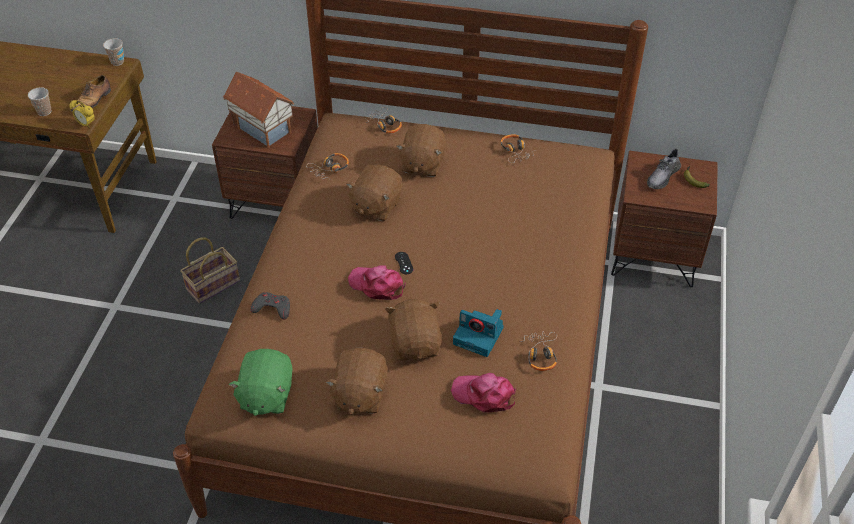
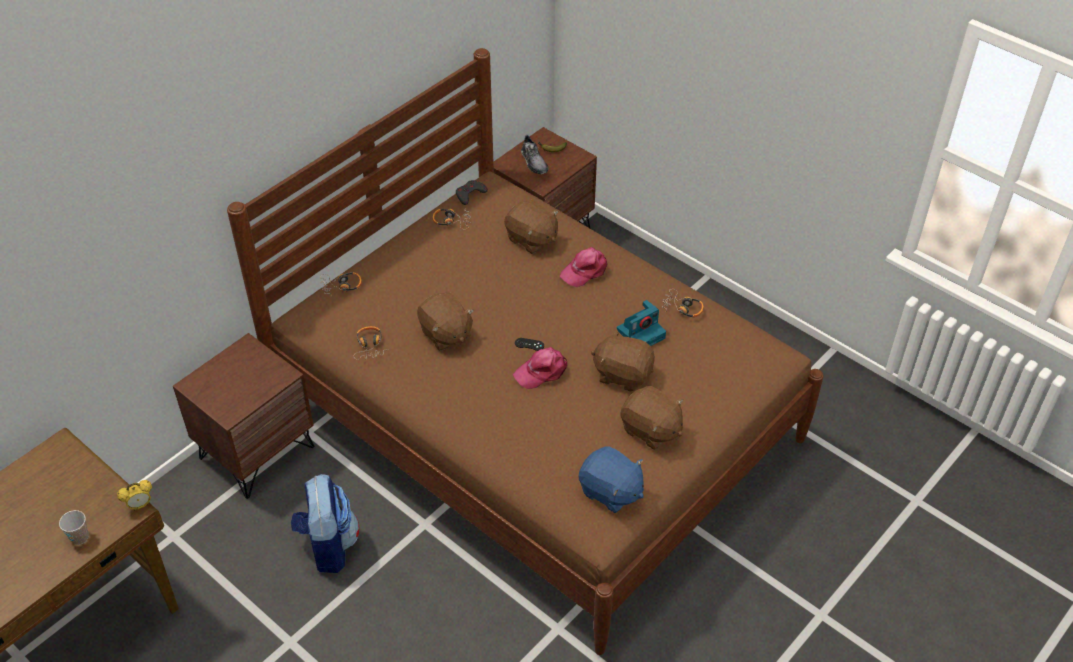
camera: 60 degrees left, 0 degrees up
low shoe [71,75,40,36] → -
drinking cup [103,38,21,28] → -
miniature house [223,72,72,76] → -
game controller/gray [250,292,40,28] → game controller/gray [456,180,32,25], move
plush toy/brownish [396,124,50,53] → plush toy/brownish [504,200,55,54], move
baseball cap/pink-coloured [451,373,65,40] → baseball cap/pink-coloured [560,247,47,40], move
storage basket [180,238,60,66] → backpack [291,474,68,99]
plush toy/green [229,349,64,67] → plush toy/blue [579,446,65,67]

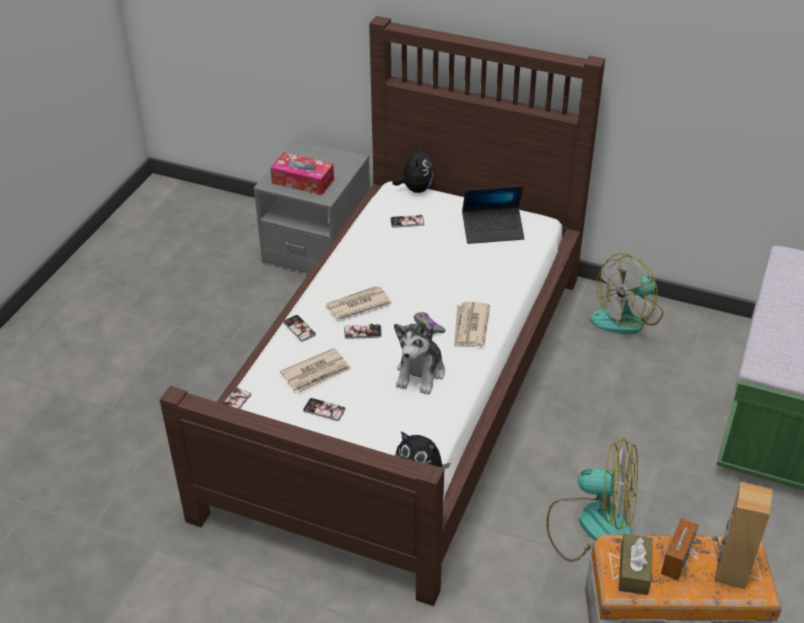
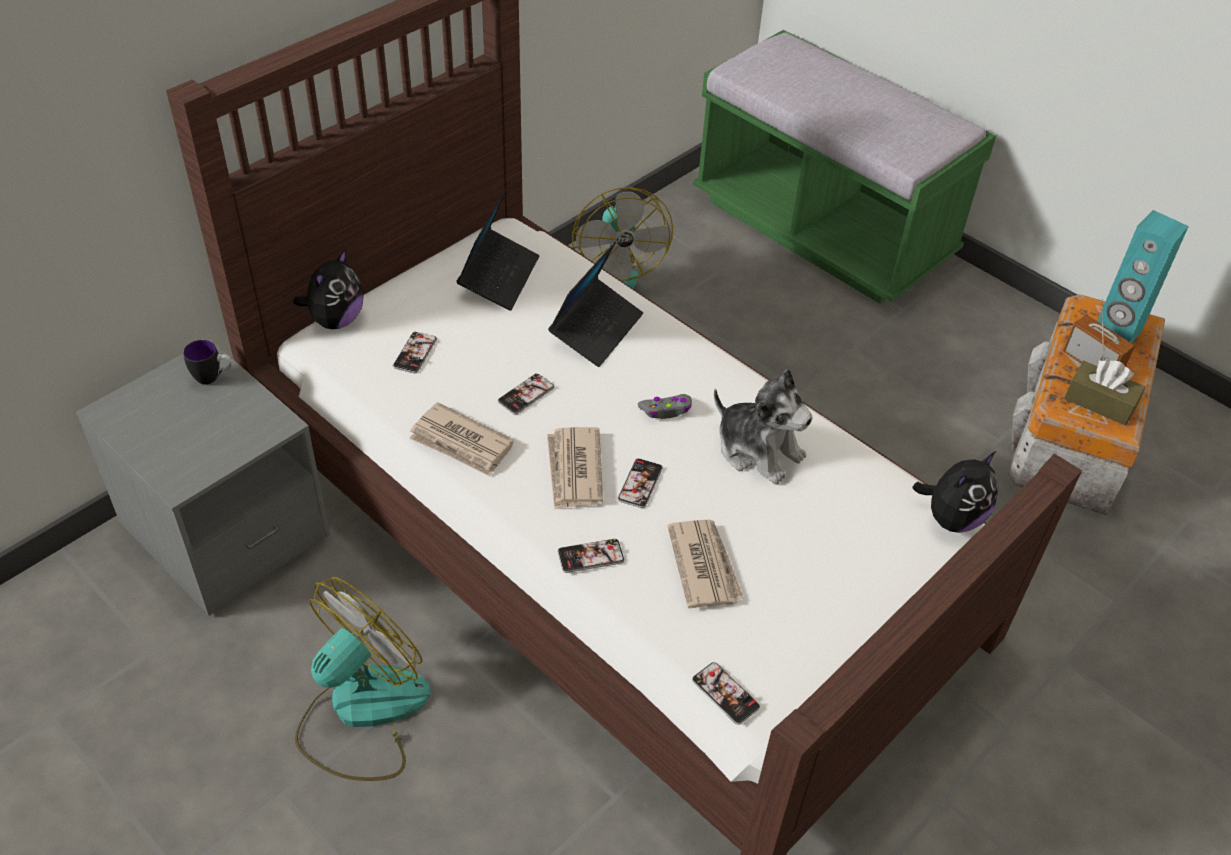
camera: 70 degrees left, 5 degrees up
tissue holder [270,152,64,43] → -
- → coffee mug [183,340,49,45]
- → notebook computer [548,241,95,126]
handset [303,398,43,23] → handset [498,373,57,42], move
printed paper [454,302,36,45] → printed paper [409,402,105,75], move
electric fan [546,438,92,124] → electric fan [295,577,136,204], move
speaker/brownish [715,482,58,107] → speaker/turquoise [1097,210,92,133]
plush toy [392,144,42,49] → plush toy [293,249,71,80], 90 degrees clockwise

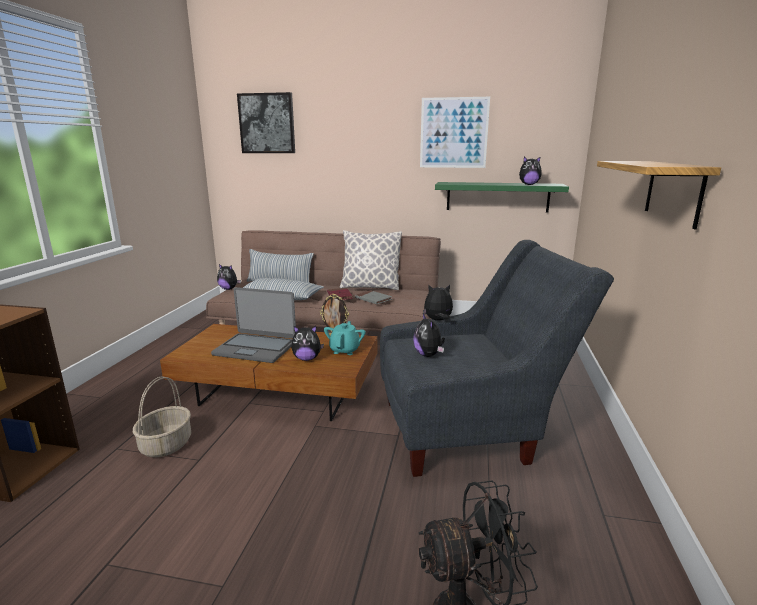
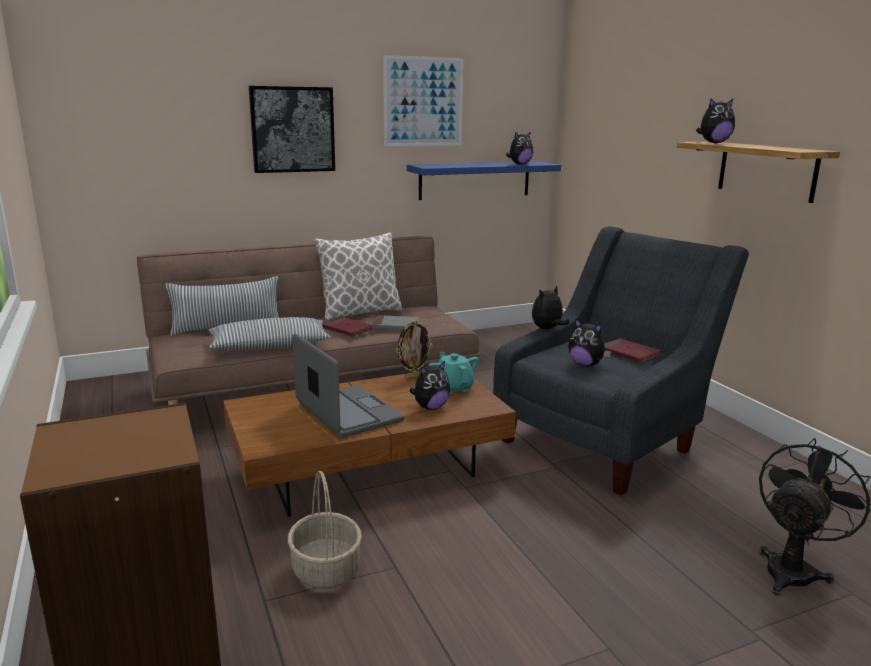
camera: 35 degrees left, 0 degrees up
- → bound book/red-coloured [604,338,57,25]
plush toy [217,264,24,26] → plush toy [696,98,39,45], move
wall picture [237,92,58,61] → wall picture [249,86,86,87], move
bracket shelf/green [435,182,134,31] → bracket shelf/blue [407,161,154,39]
notebook computer [211,287,85,76] → notebook computer [293,333,111,105], 105 degrees counterclockwise

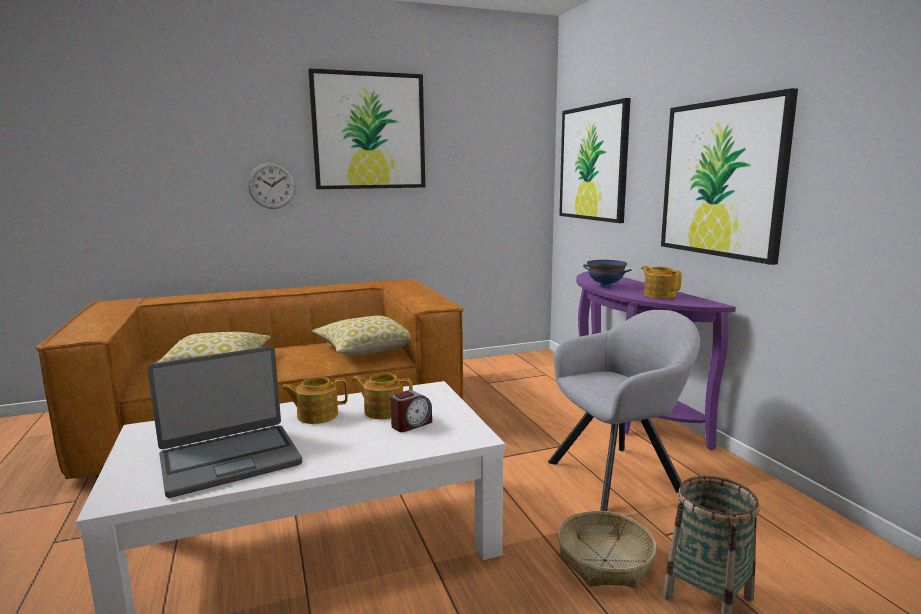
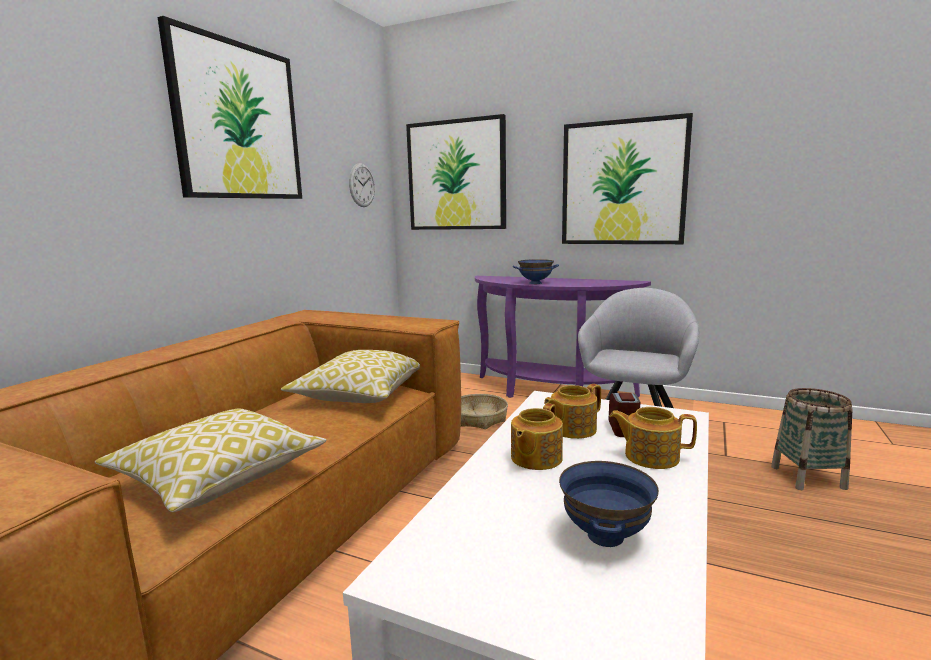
camera: 45 degrees left, 0 degrees up
clock on the wall [248,163,48,46] → clock on the wall [349,163,26,44], move
storage basket [558,511,98,77] → storage basket [461,394,47,35], move
pot for tea [641,266,41,33] → pot for tea [609,407,88,62], move
notebook computer [147,346,155,152] → bowl/blue [559,461,100,86]

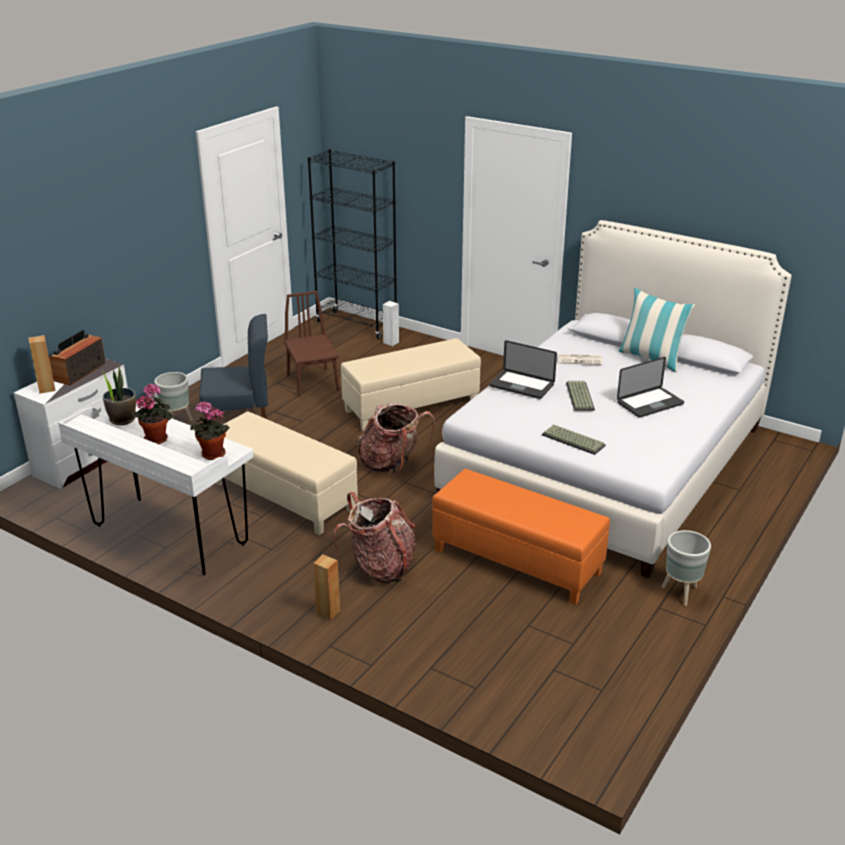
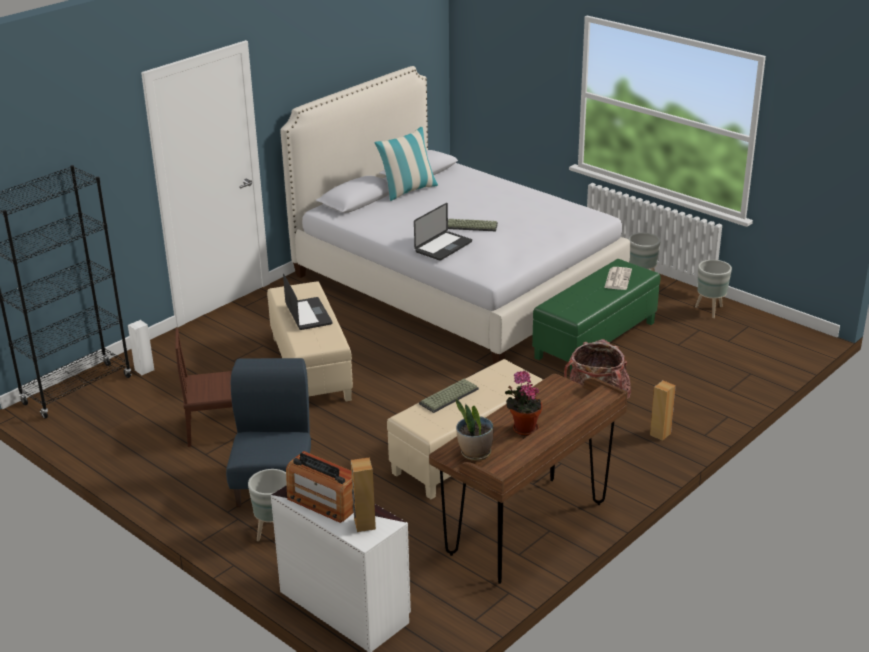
camera: 80 degrees left, 0 degrees up
plant in a pot [190,401,40,59] → -
backpack [357,402,78,75] → -
- → planter/gray [695,260,37,58]
PC keyboard [542,425,64,30] → PC keyboard [419,379,60,34], move
printed paper [558,354,44,11] → printed paper [604,267,28,23], move
notebook computer [617,357,67,61] → notebook computer [283,273,49,57], move
desk/whitish [58,405,195,170] → desk/brownish [429,374,199,210]
footrest/orange [432,469,178,136] → footrest/green [532,259,128,113]

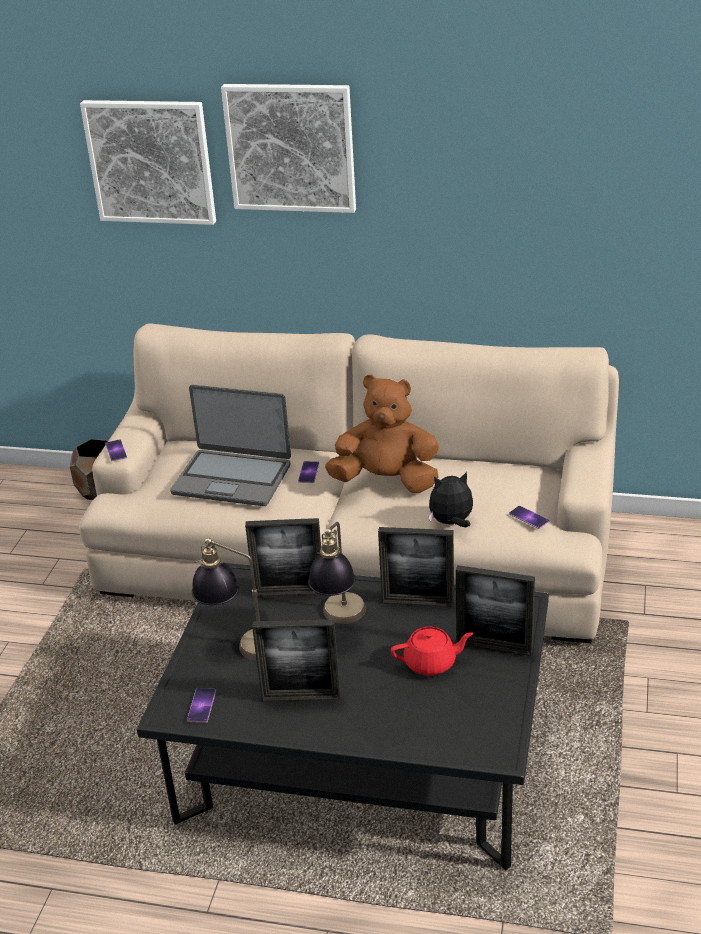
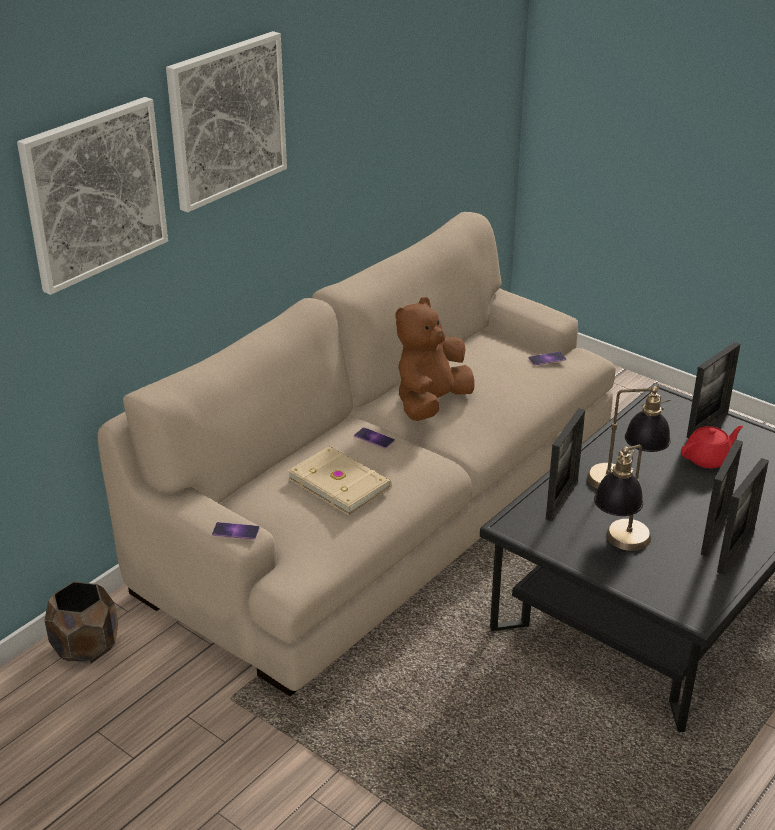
camera: 65 degrees left, 0 degrees up
handset [187,688,29,35] → -
plush toy [429,472,44,55] → -
standing frame [378,527,76,80] → standing frame [717,458,52,117], move
notebook computer [170,385,121,121] → bound book/beige [287,446,104,70]
pot for tea/red-coloured [391,627,83,49] → pot for tea/red-coloured [681,426,62,42], 45 degrees clockwise

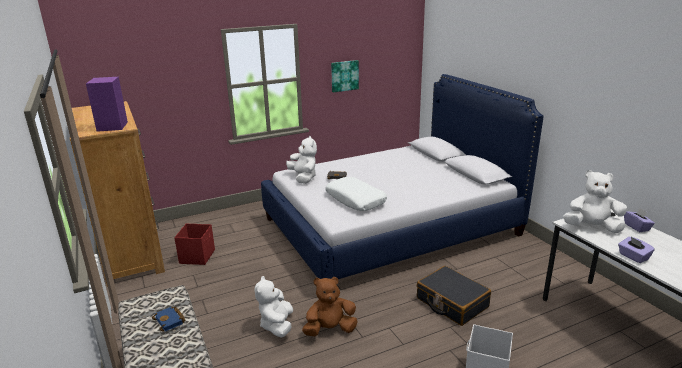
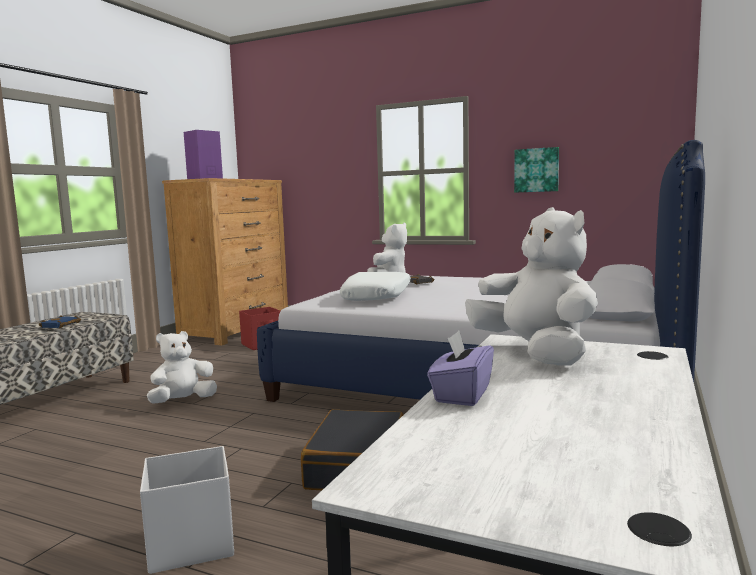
camera: 50 degrees right, 15 degrees down
plush toy/brownish [302,277,56,59] → -
tissue holder/purple [624,208,31,24] → -

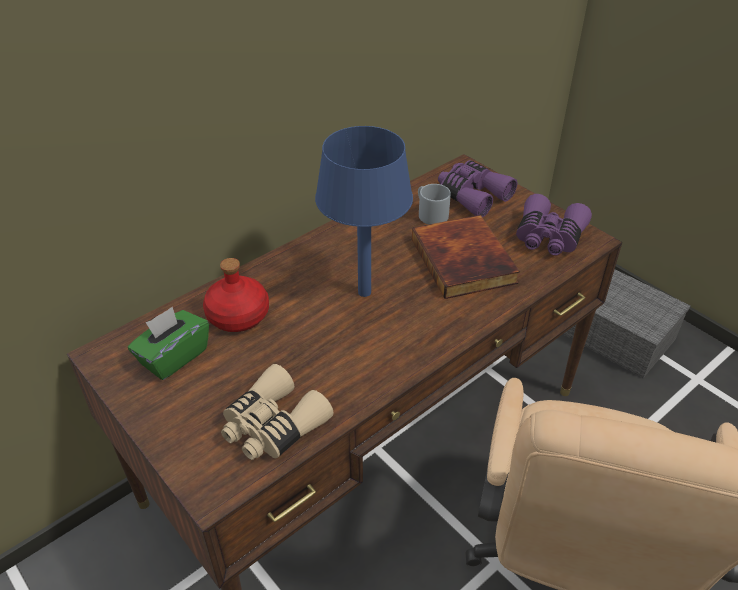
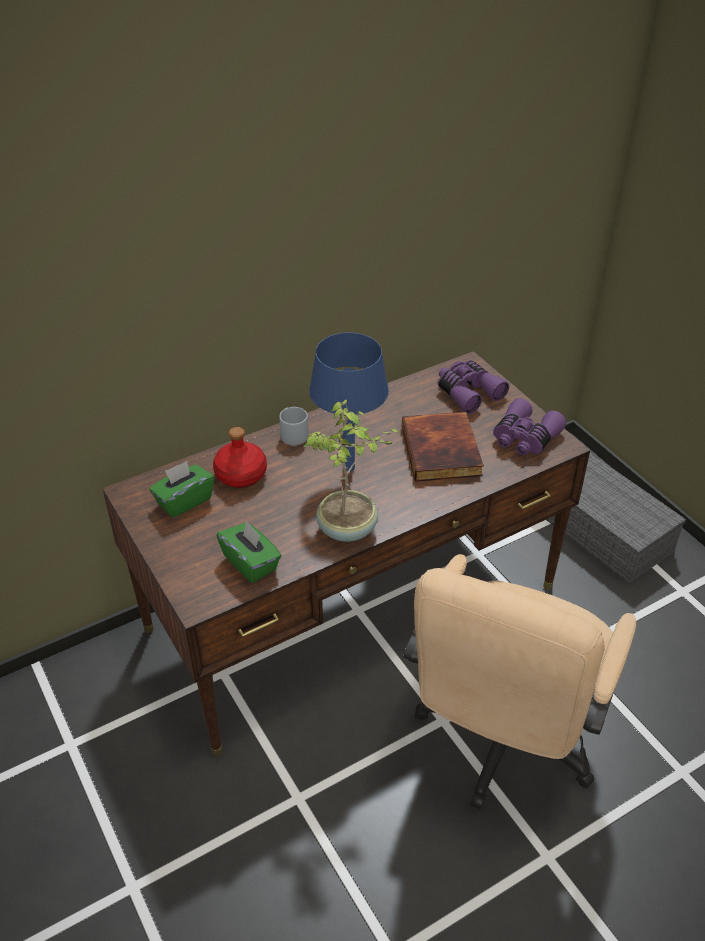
camera: 10 degrees right, 0 degrees up
- → plant in a pot [304,400,97,142]
coffee mug/gray [418,184,33,40] → coffee mug/gray [279,407,30,38], move
pair of binoculars/beige [221,364,113,96] → tissue holder/green [217,520,64,63]

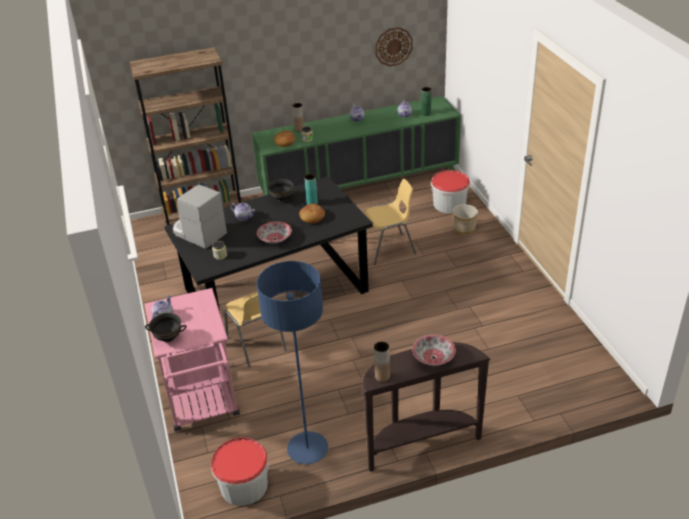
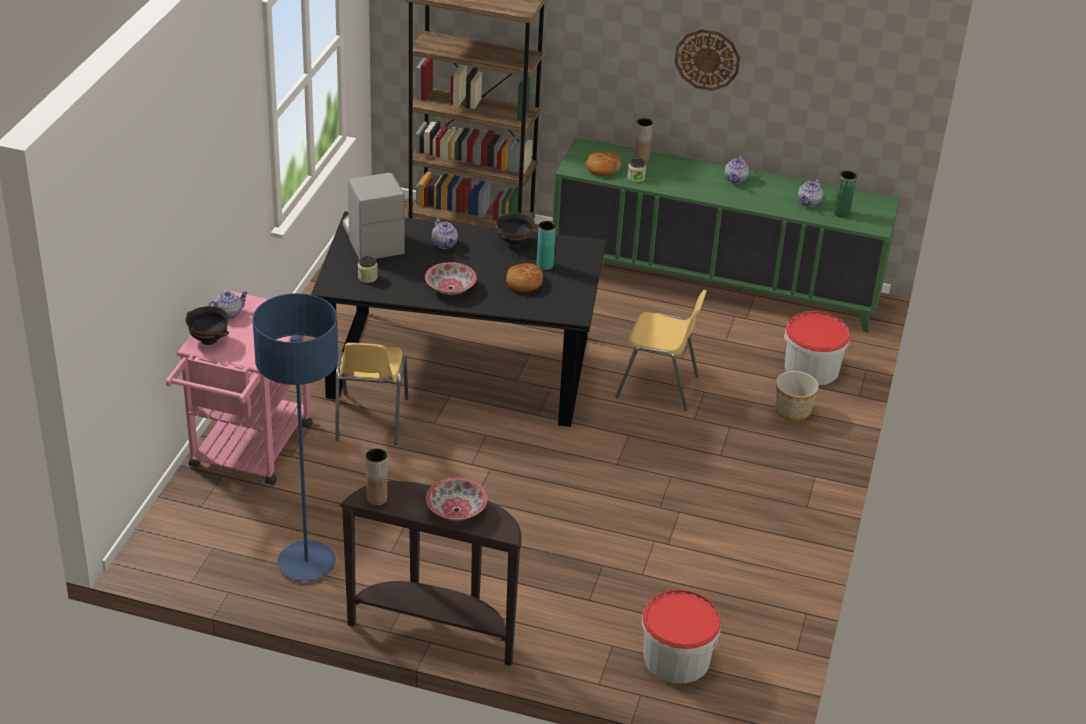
camera: 30 degrees right, 0 degrees up
bucket [211,437,57,69] → bucket [642,590,79,94], move
clock on the wall [375,27,38,40] → clock on the wall [675,29,65,62], move

